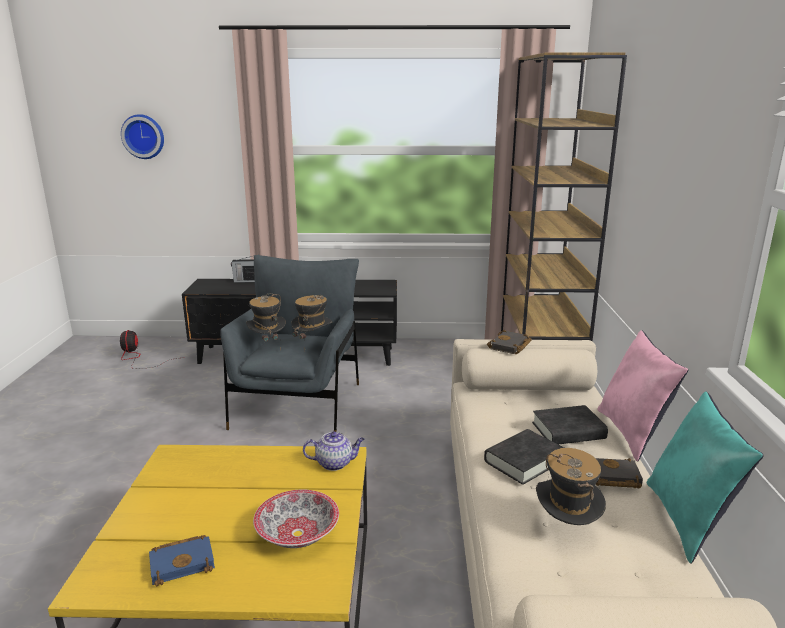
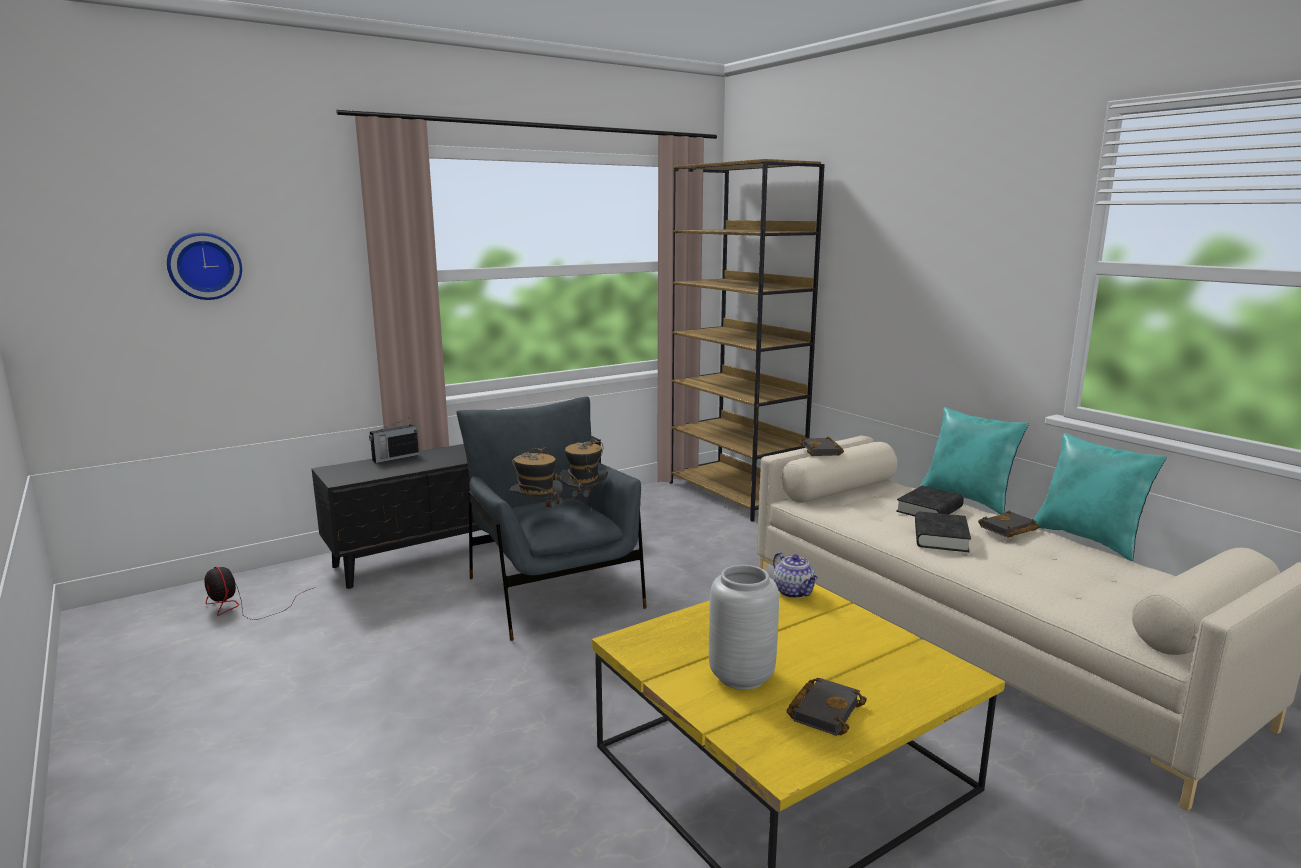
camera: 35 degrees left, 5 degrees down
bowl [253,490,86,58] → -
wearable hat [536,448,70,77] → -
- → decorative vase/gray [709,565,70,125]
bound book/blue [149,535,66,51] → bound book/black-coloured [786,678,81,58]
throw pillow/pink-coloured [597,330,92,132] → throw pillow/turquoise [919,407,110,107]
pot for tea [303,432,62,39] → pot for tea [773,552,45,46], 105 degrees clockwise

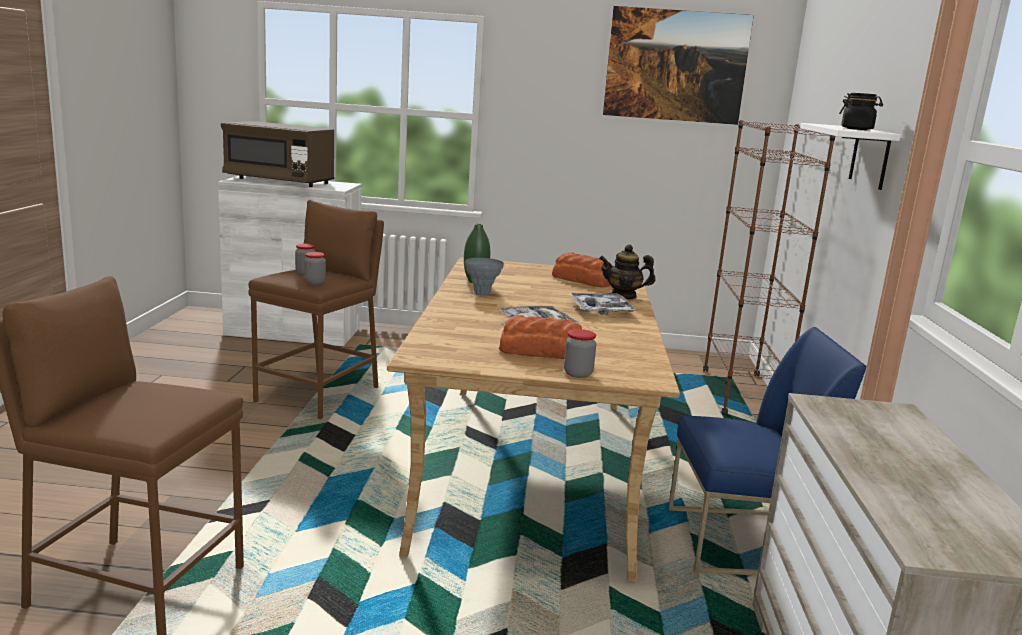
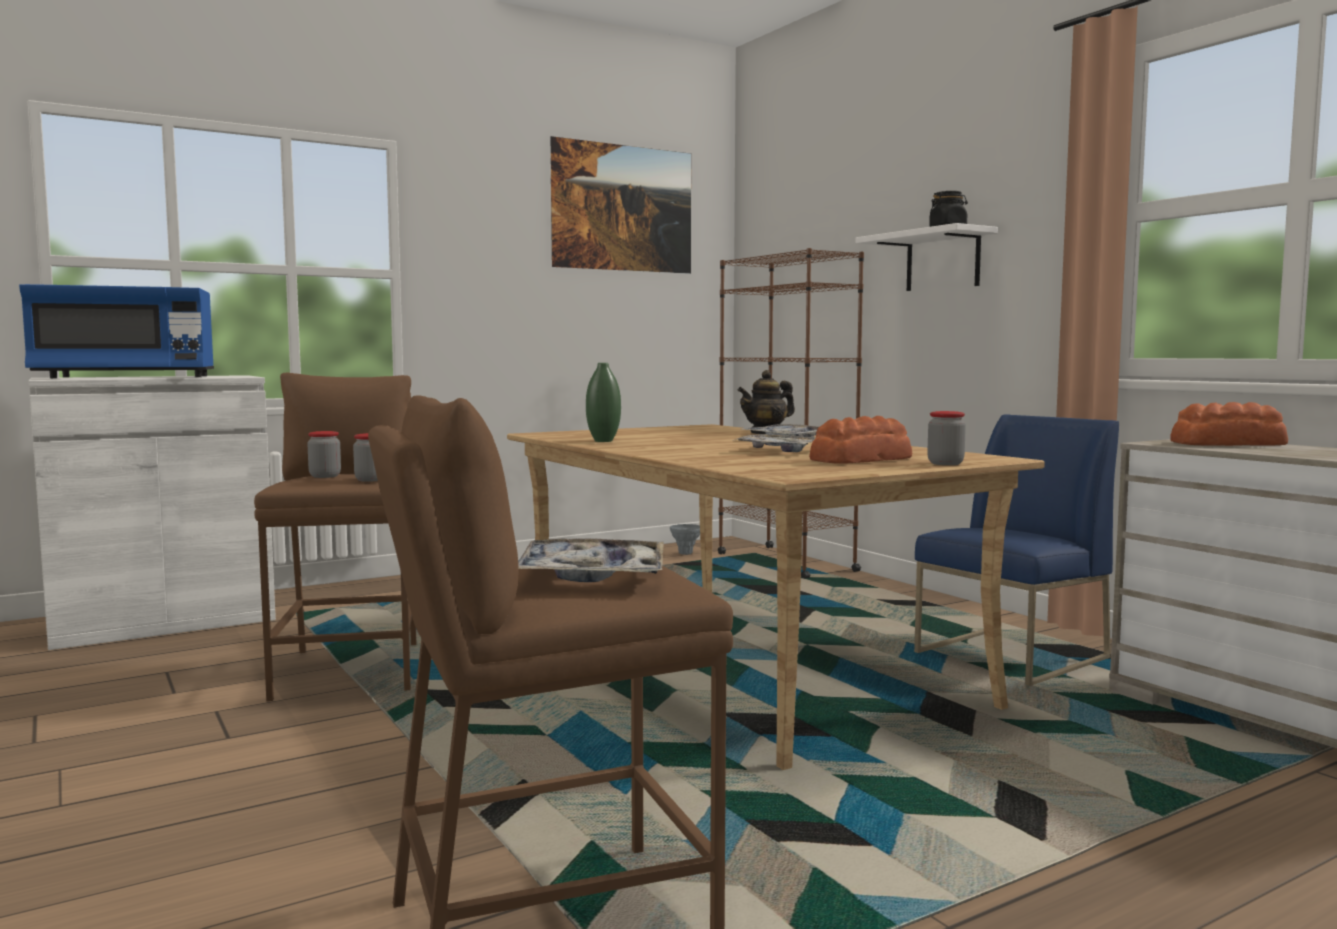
camera: 35 degrees left, 10 degrees down
- → carrying tray [518,538,146,44]
decorative vase/gray [465,258,39,37] → decorative vase/gray [670,524,30,31], move
bakery bread [552,252,60,35] → bakery bread [1171,402,117,44], move
kitchen microwave/brownish [221,121,114,66] → kitchen microwave/blue [19,284,195,94]

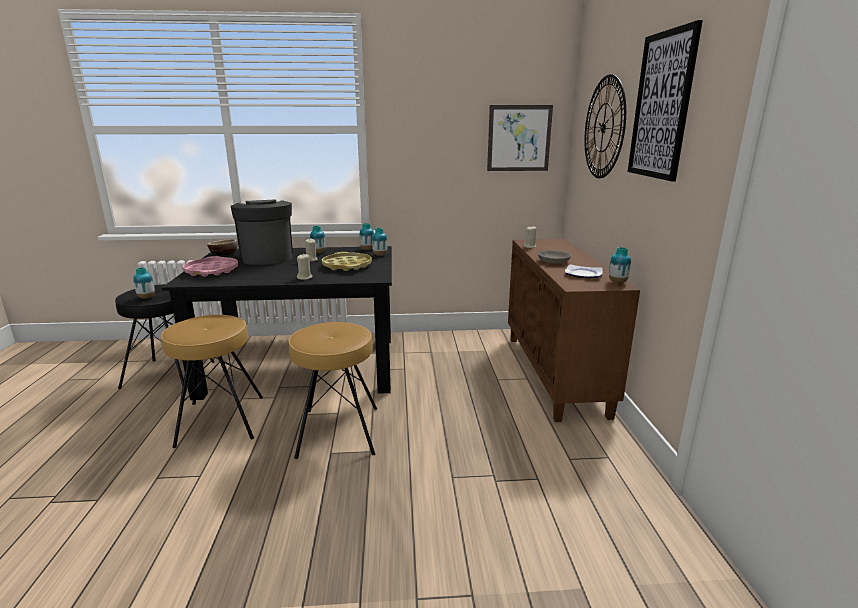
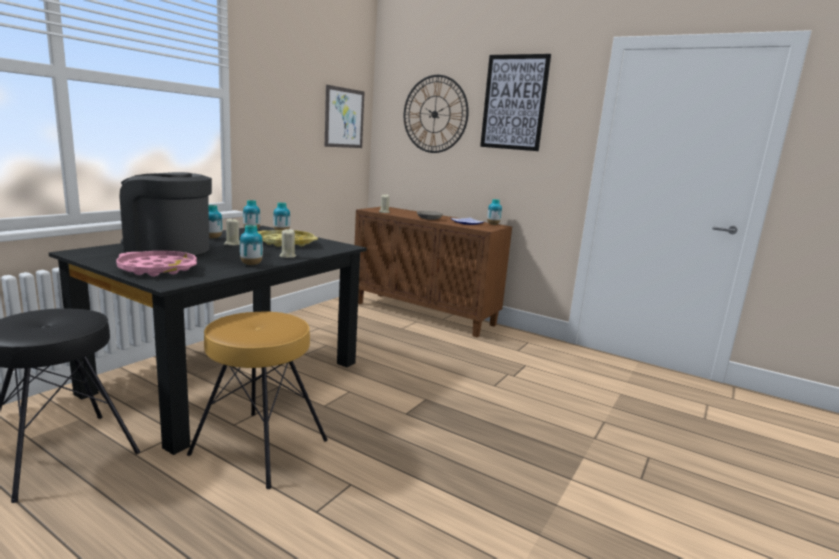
camera: 55 degrees left, 5 degrees down
bowl [207,239,31,17] → -
stool seat/brownish [289,322,88,137] → -
decorative vase [133,267,22,32] → decorative vase [240,225,23,40], move

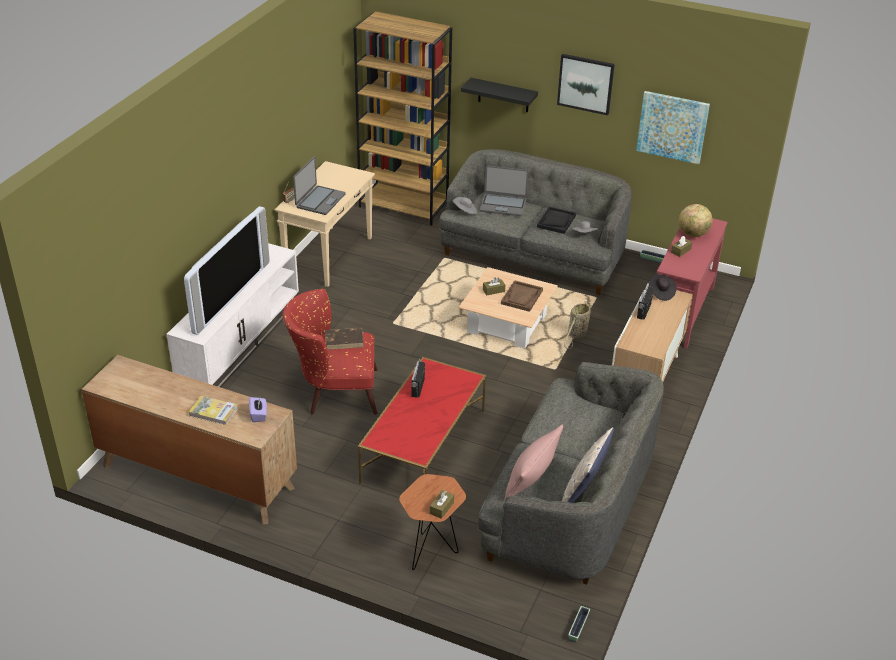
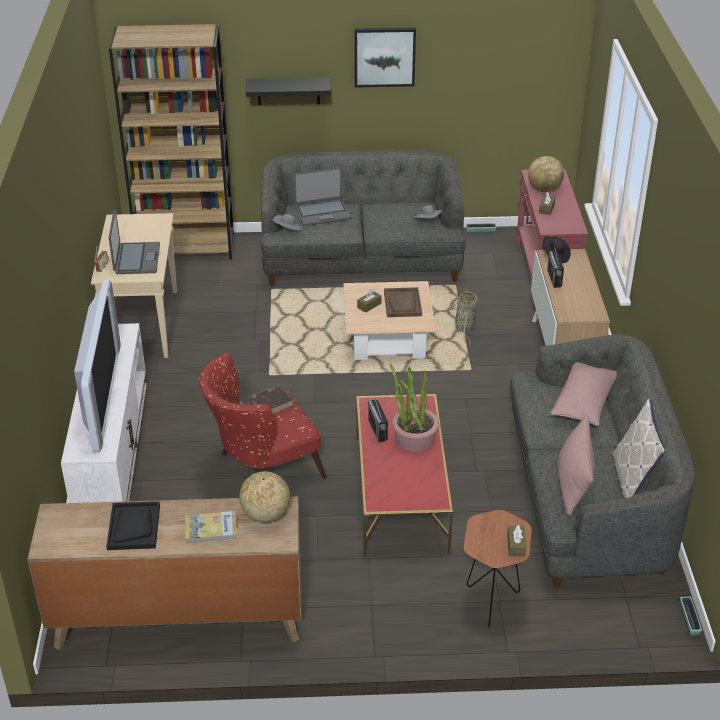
camera: 25 degrees left, 0 degrees up
wall picture [636,91,74,73] → -
- → plant in a pot [390,364,49,88]
- → throw pillow/pink-coloured [550,362,67,64]
carrying tray/black-coloured [537,207,39,27] → carrying tray/black-coloured [106,501,54,49], move
tissue holder/purple [249,397,18,25] → globe [239,471,51,51]

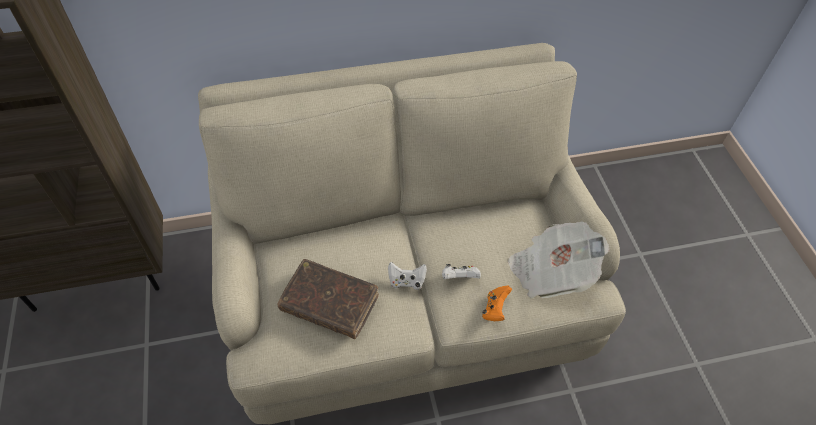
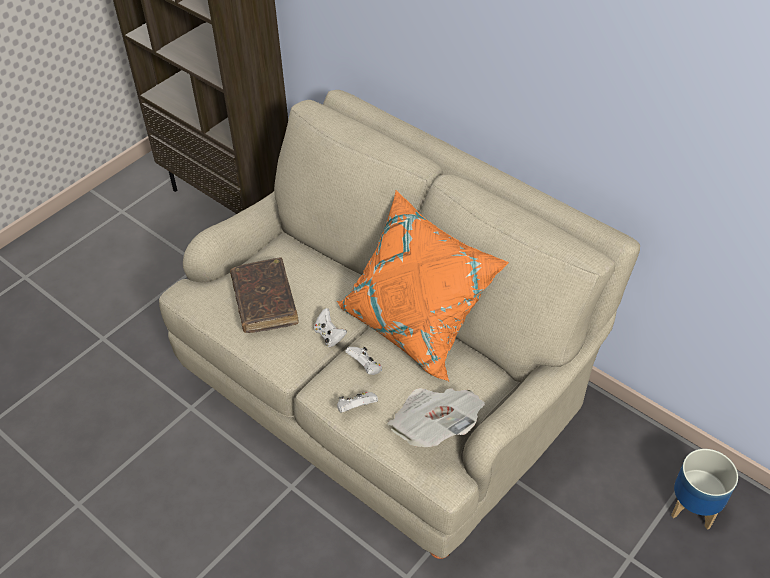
camera: 55 degrees right, 5 degrees down
- → throw pillow/orange [337,190,172,191]
- → planter [671,449,67,81]
game controller/orange [482,285,30,36] → game controller/whitish [337,392,41,21]

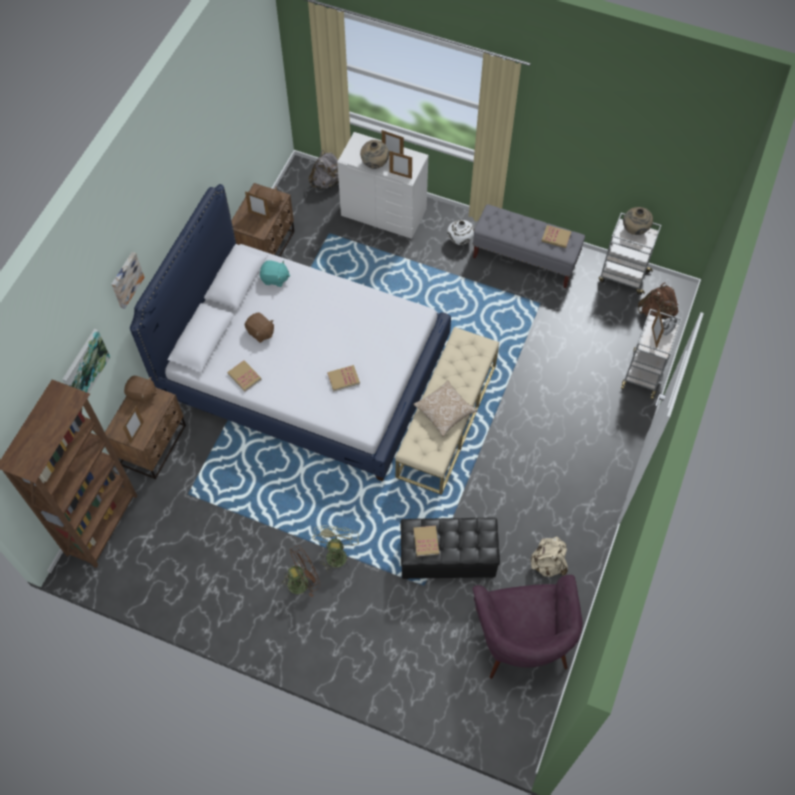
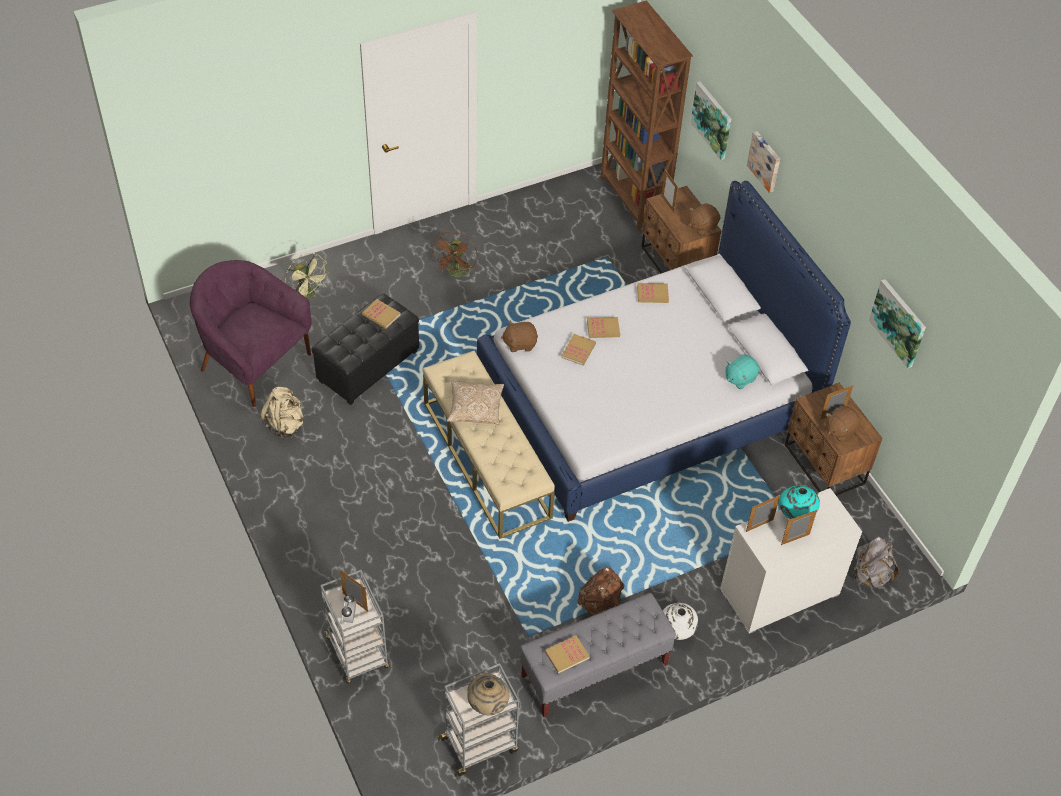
camera: 130 degrees right, 10 degrees down
- → bound book [587,317,33,21]
- → wall picture [869,279,57,89]
plush toy/brownish [245,312,29,31] → plush toy/brownish [501,321,37,31], move
electric fan/green [312,526,47,47] → electric fan/green [285,253,44,47], move
backpack/brownish [638,283,40,37] → backpack/brownish [578,568,47,48], move
decorative vase/beige [360,140,29,29] → decorative vase/turquoise [779,485,41,34]

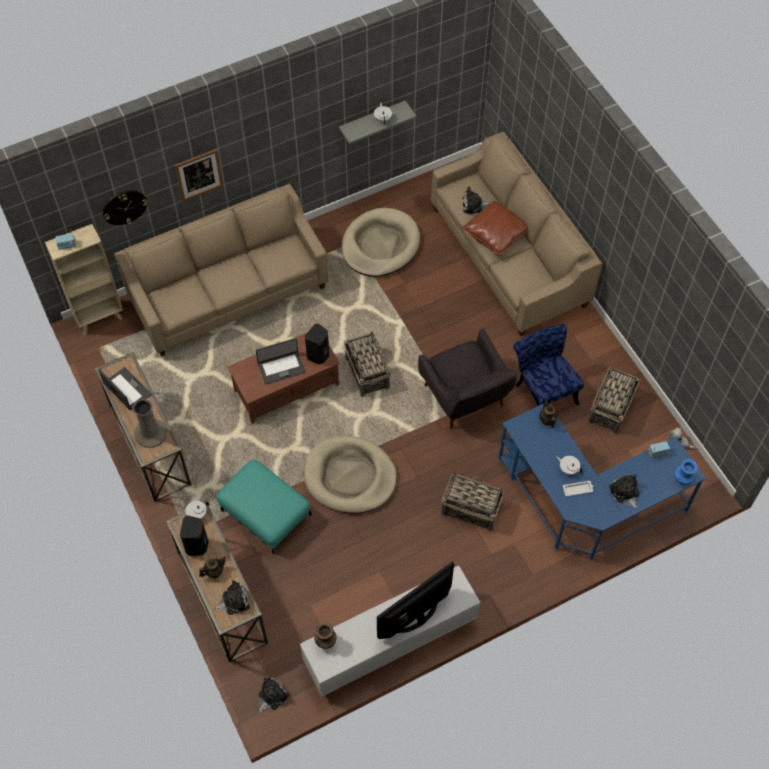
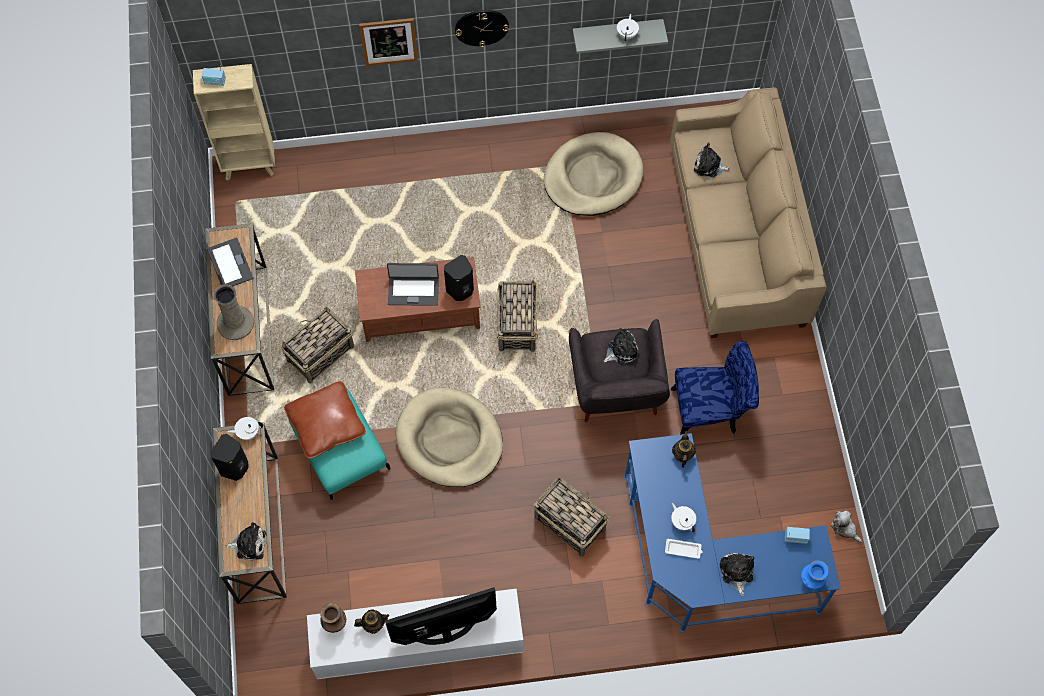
camera: 20 degrees right, 5 degrees up
sofa/beige [114,184,215,173] → -
clock on the wall [103,191,44,34] → clock on the wall [455,10,54,37], move
pot for tea [199,556,27,22] → pot for tea [354,609,35,25], move
plush toy [259,678,30,35] → plush toy [604,328,36,37], move
throw pillow/brownish [463,201,65,54] → throw pillow/brownish [284,381,82,78], move
storage basket [588,366,52,67] → storage basket [281,307,73,77], move
chair/blue [513,324,71,82] → chair/blue [671,341,88,94], 90 degrees clockwise

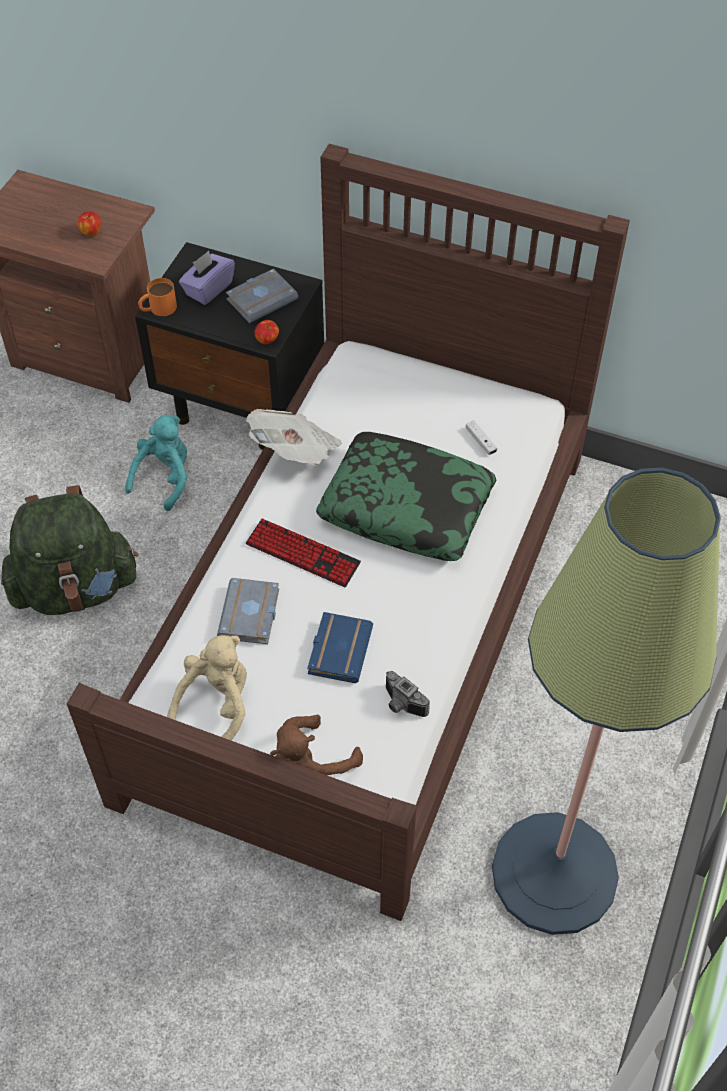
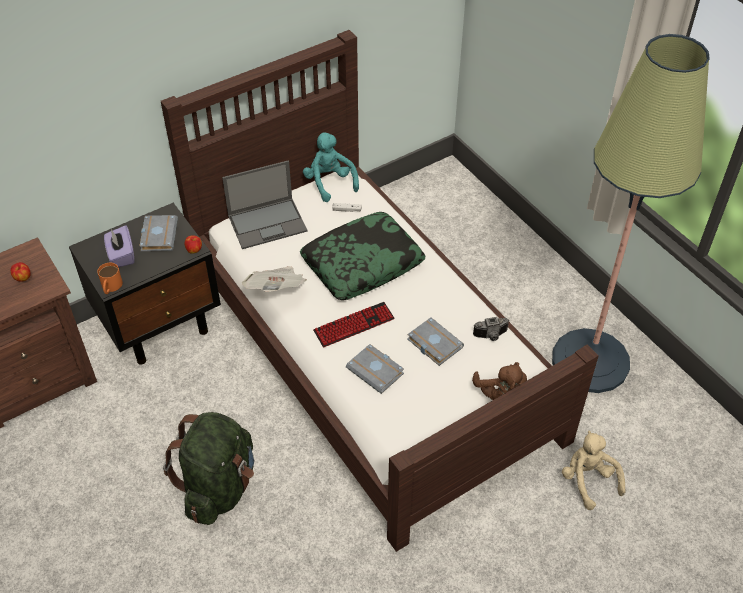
camera: 55 degrees left, 5 degrees down
- → notebook computer [222,160,86,89]
plush toy/turquoise [125,415,62,96] → plush toy/turquoise [303,132,56,70], move
plush toy/beige [167,635,80,106] → plush toy/beige [562,430,64,80], move
bound book/blue [307,612,66,71] → bound book/gray [407,317,57,49]

